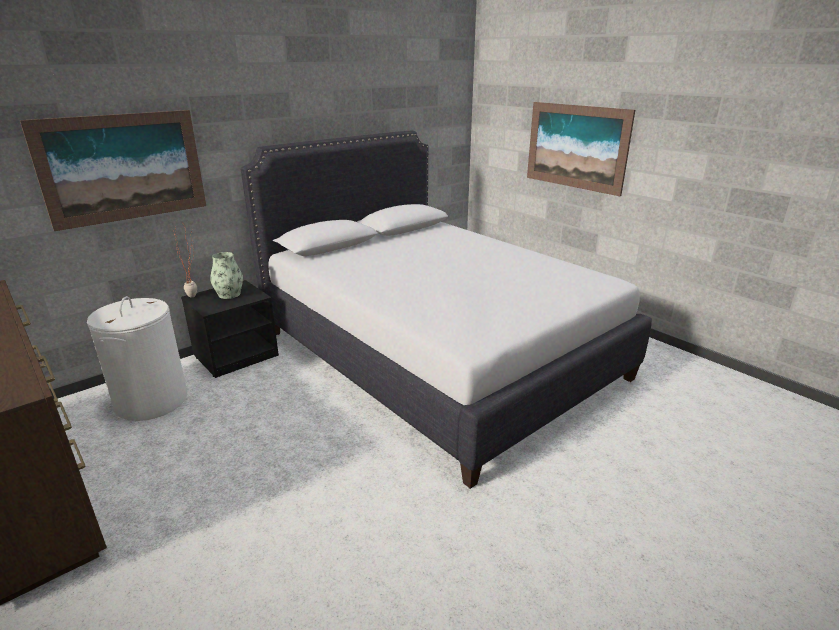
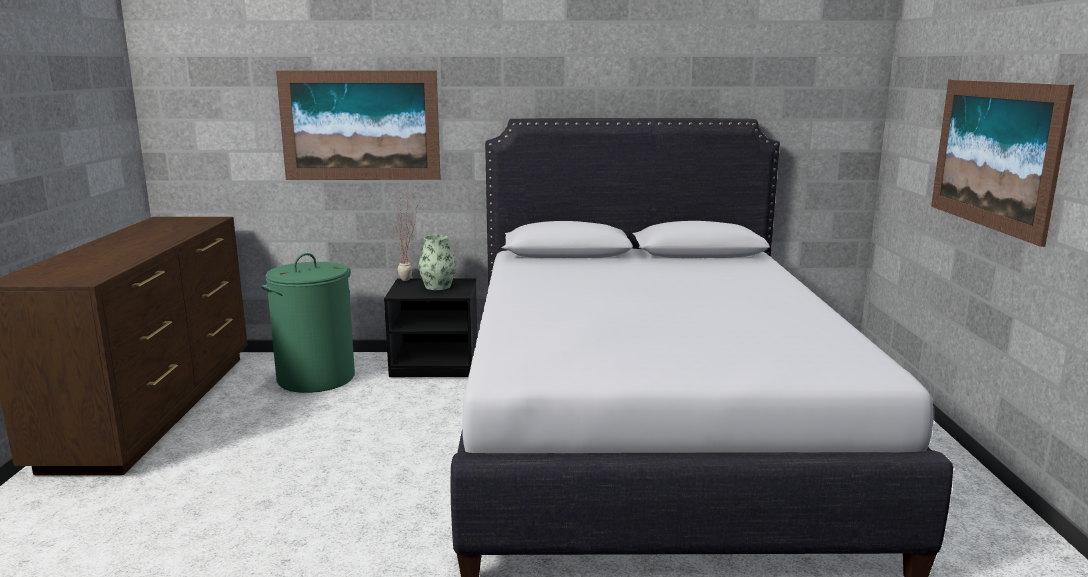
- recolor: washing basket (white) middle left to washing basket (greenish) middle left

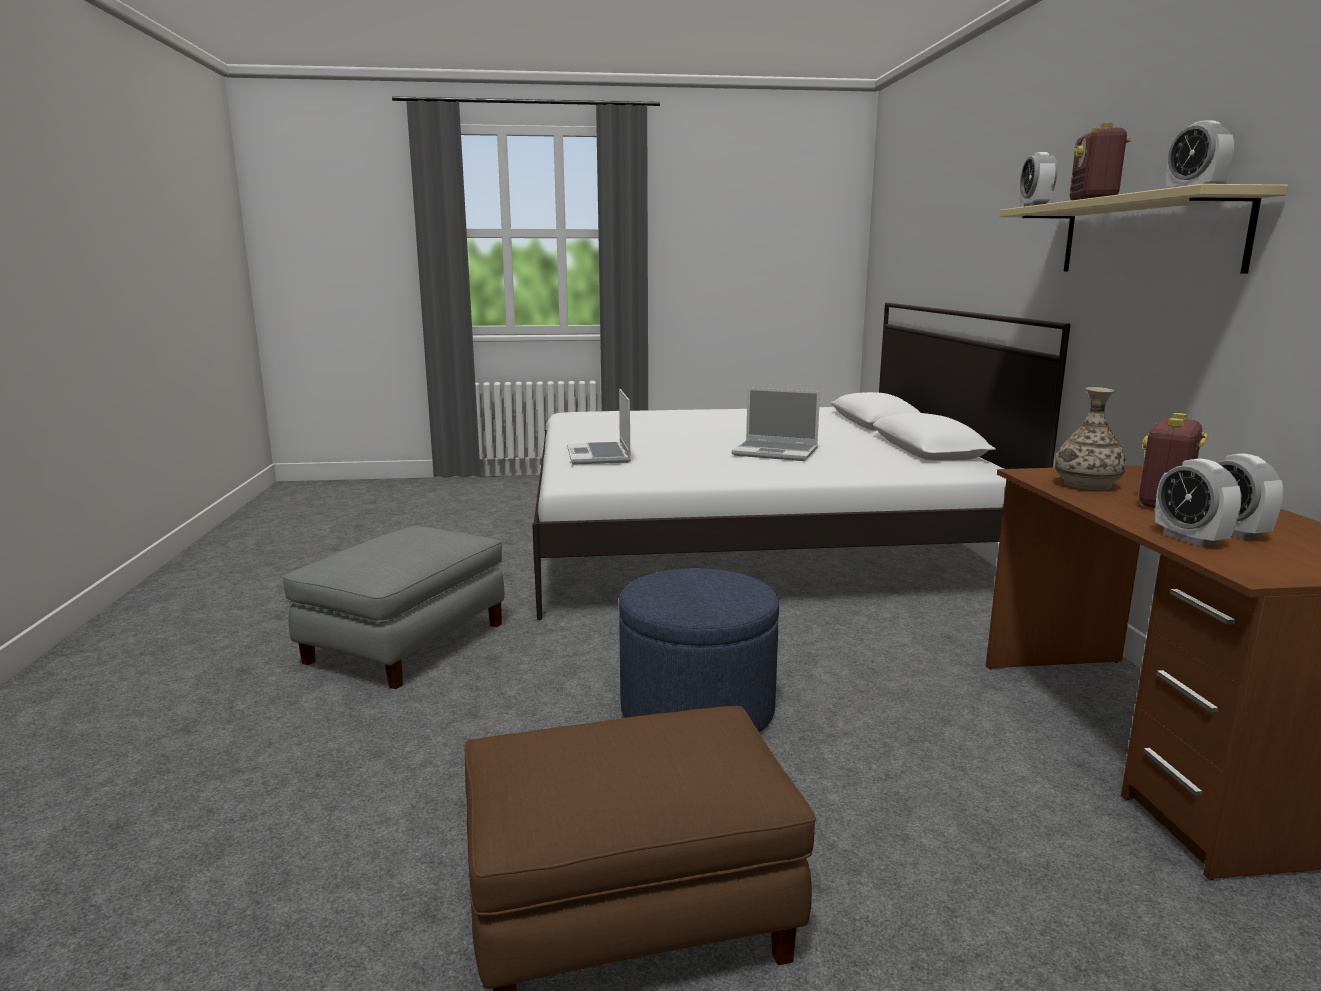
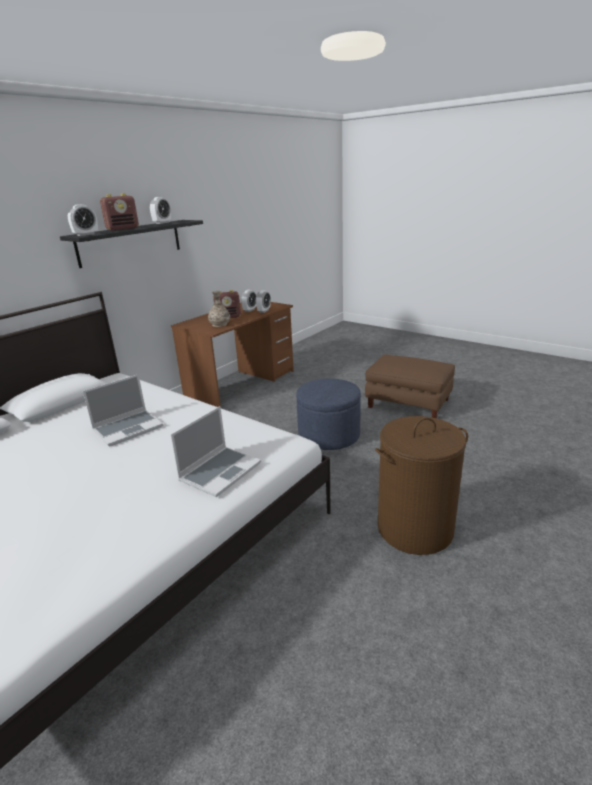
- recolor: shelf (beige) top right to shelf (black) top left
- rotate: laptop (2nd from left in the first image) centre = middle left 75 degrees clockwise
- replace: ottoman (greyish) middle left to washing basket (brownish) middle right

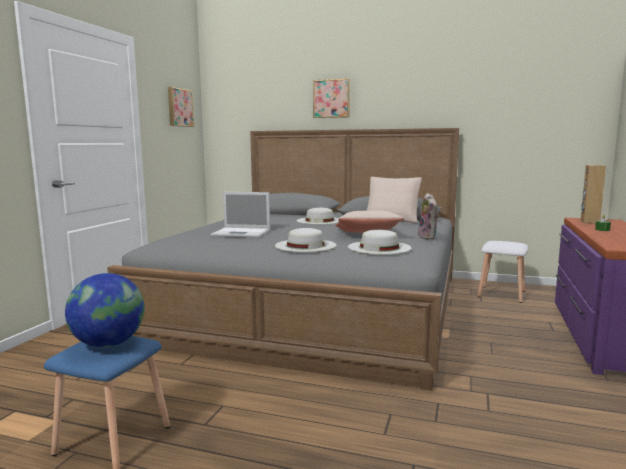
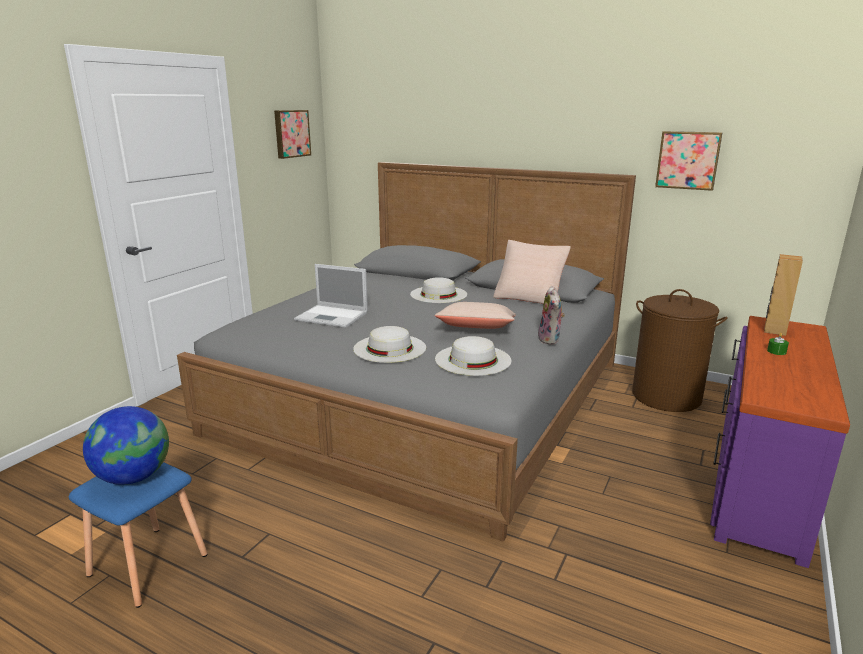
- replace: stool (white) middle right to washing basket (brownish) middle right
- move: picture (2nd from left) top centre to top right

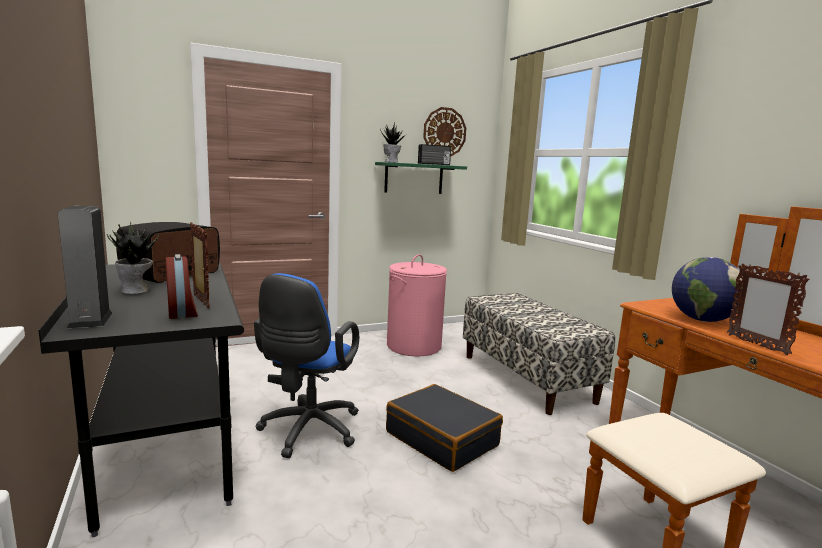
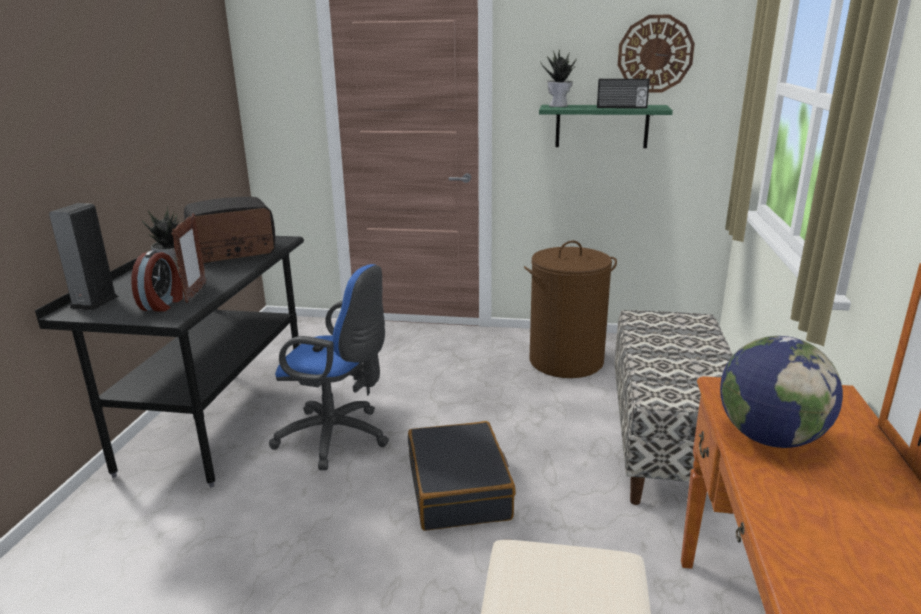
- rotate: office chair (blue-coloured) centre = centre 120 degrees counterclockwise
- recolor: washing basket (pink) centre to washing basket (brownish) centre
- delete: photo frame (2nd from left) middle right

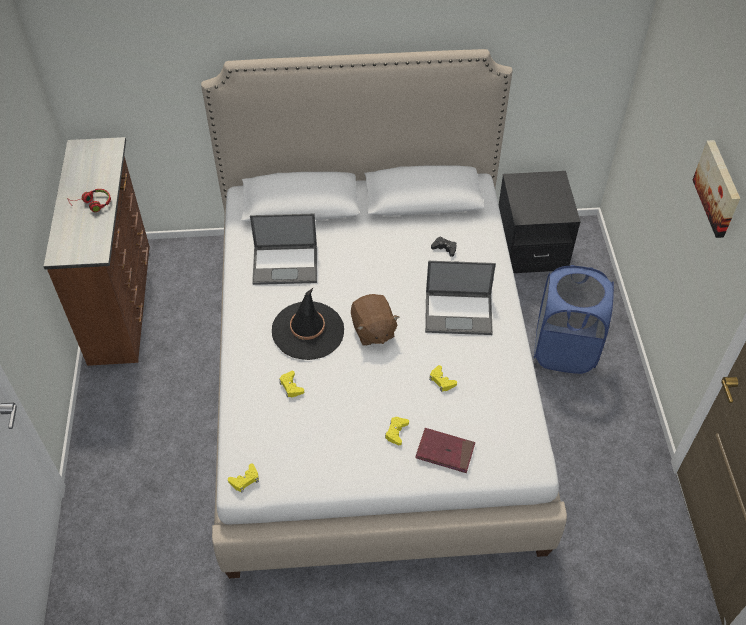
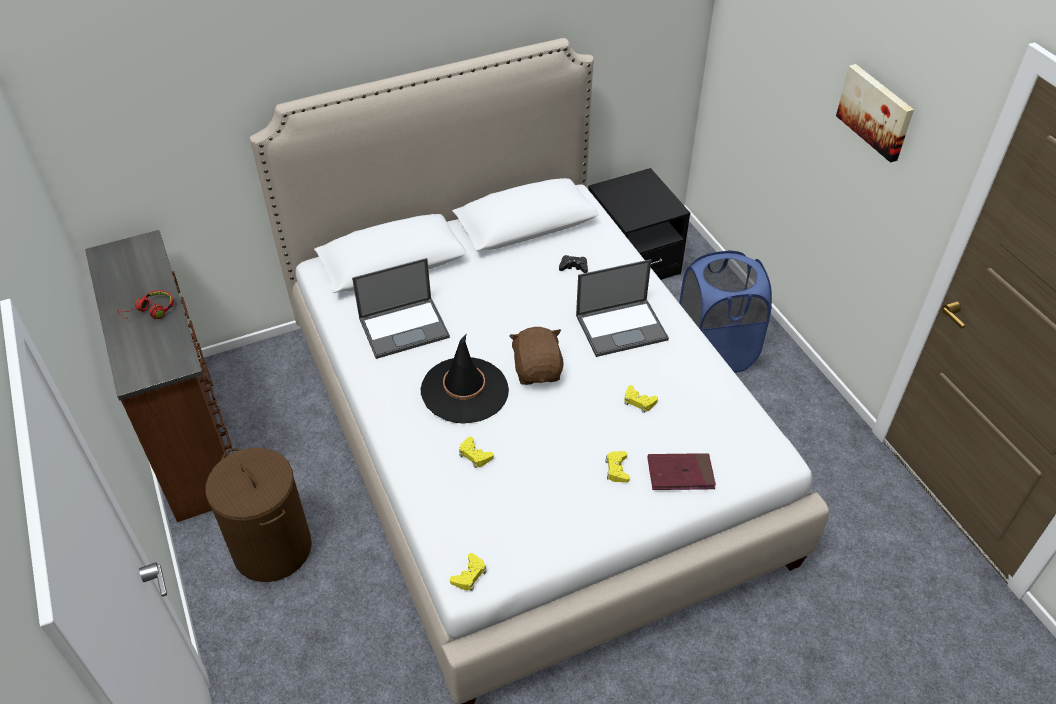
- insert: washing basket (brownish) bottom left
- rotate: cuddly toy (brownish) centre = centre 150 degrees counterclockwise

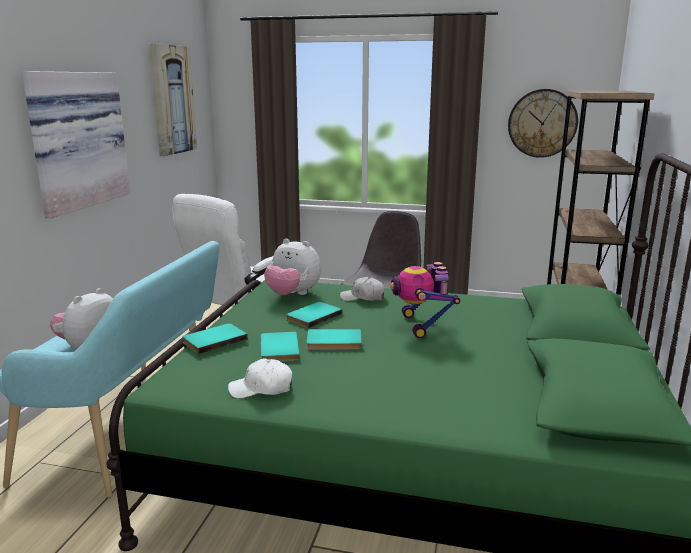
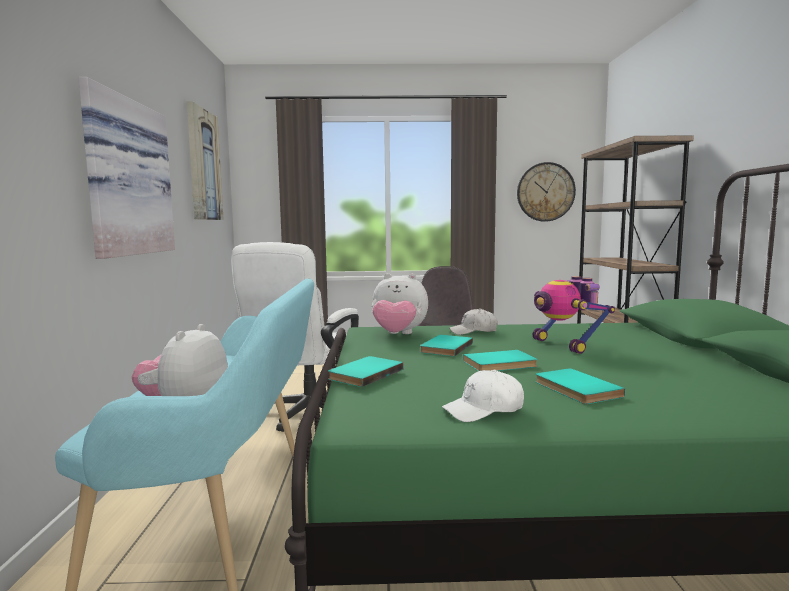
- move: book (turquoise) (2nd from left in the first image) centre to book (turquoise) (4th from left) middle right

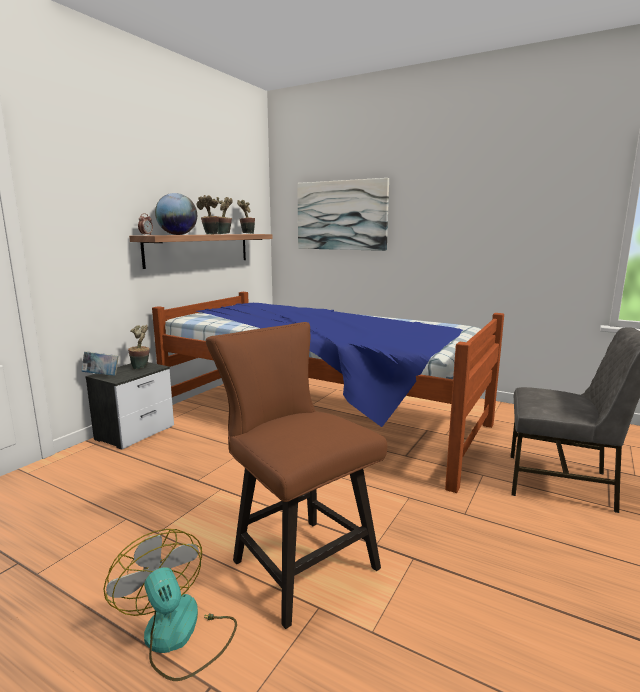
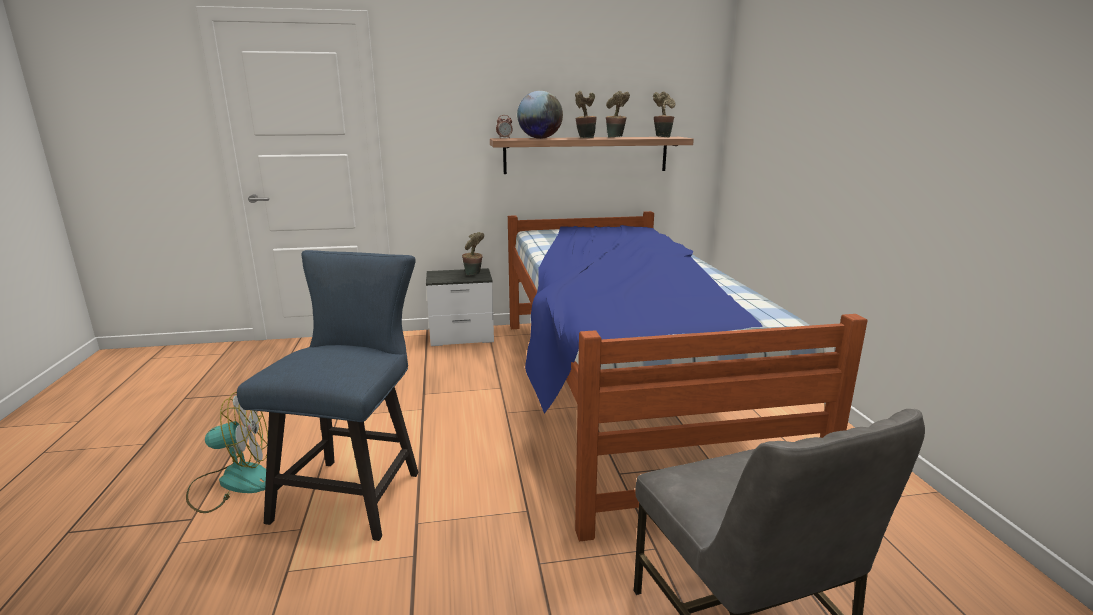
- rotate: fan bottom left = bottom left 60 degrees clockwise
- recolor: plain chair (brownish) bottom centre to plain chair (blue-coloured) middle left
- delete: book middle left
- delete: picture top centre

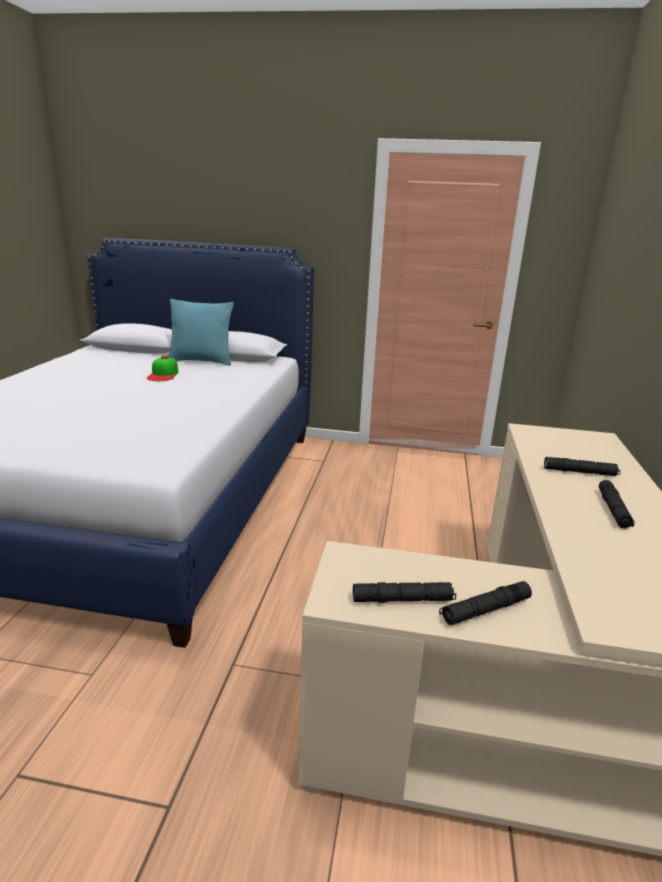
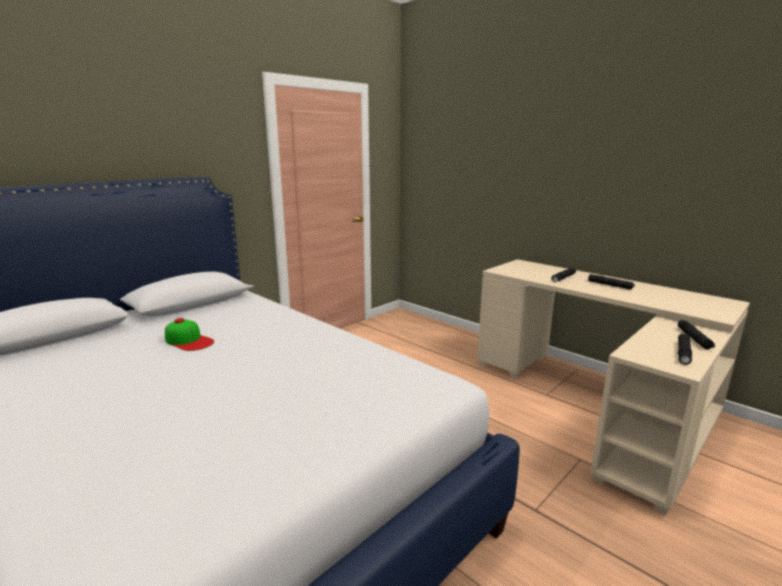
- delete: throw pillow (turquoise) middle left

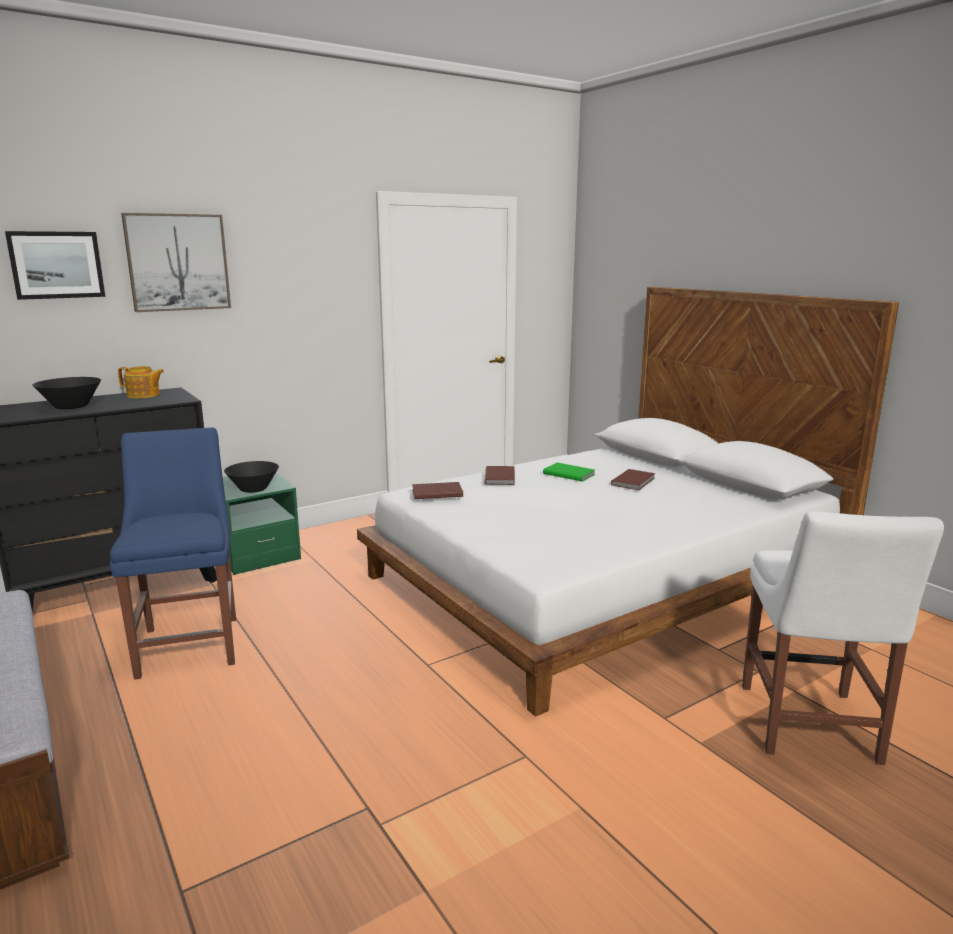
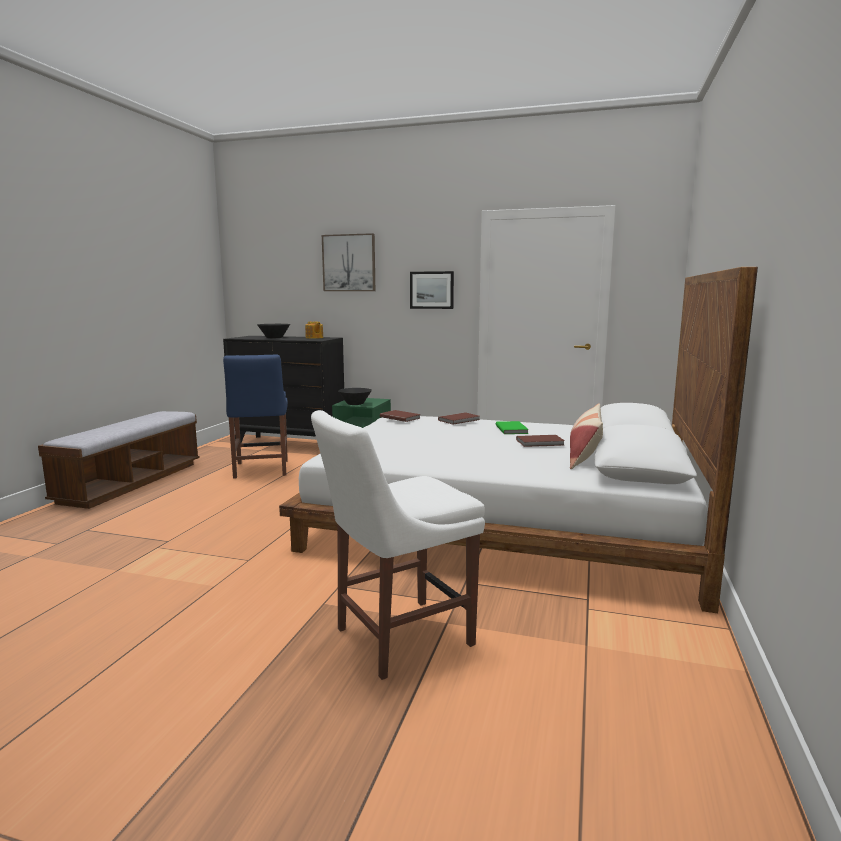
- rotate: plain chair (blue-coloured) middle left = middle left 135 degrees clockwise
- move: picture (1st from left in the first image) top left to picture (2nd from left) centre
- insert: throw pillow middle right

